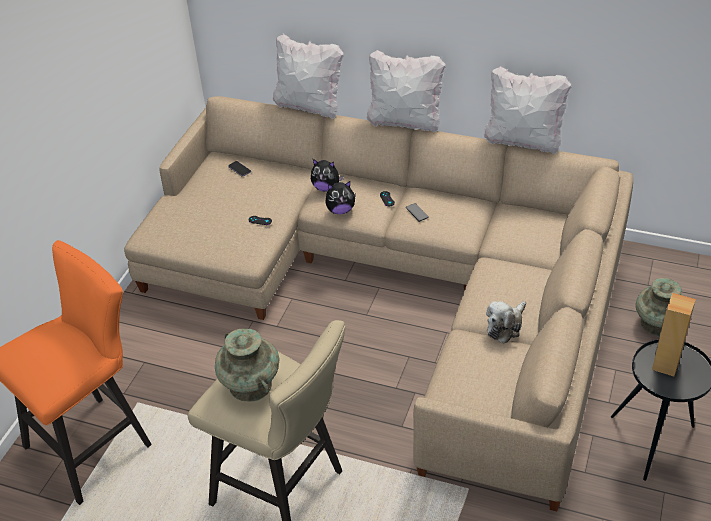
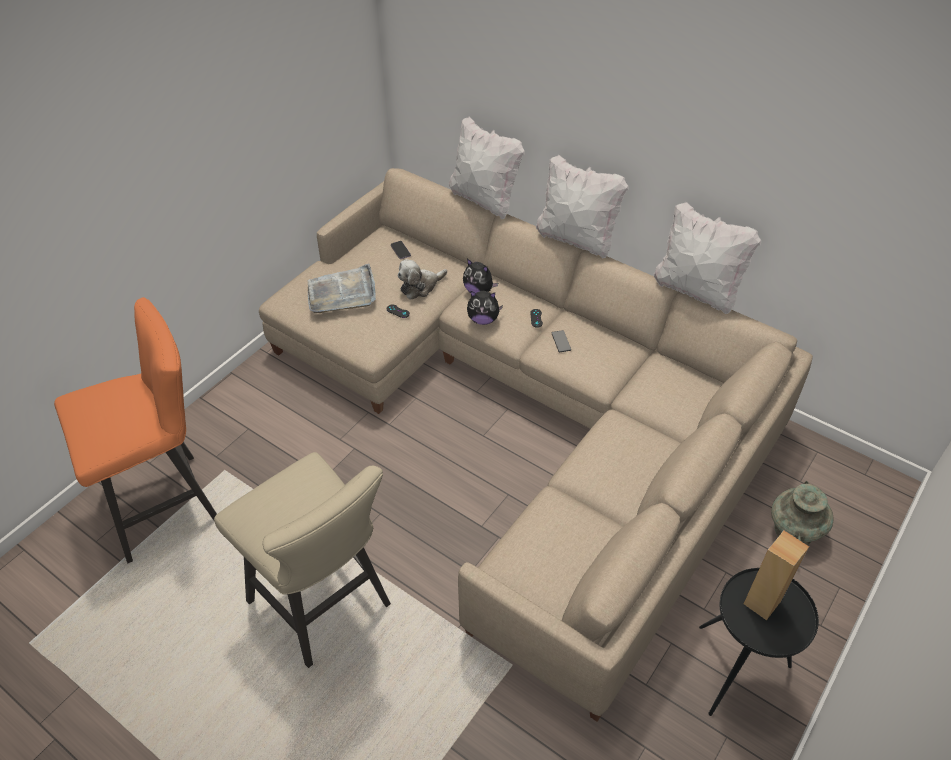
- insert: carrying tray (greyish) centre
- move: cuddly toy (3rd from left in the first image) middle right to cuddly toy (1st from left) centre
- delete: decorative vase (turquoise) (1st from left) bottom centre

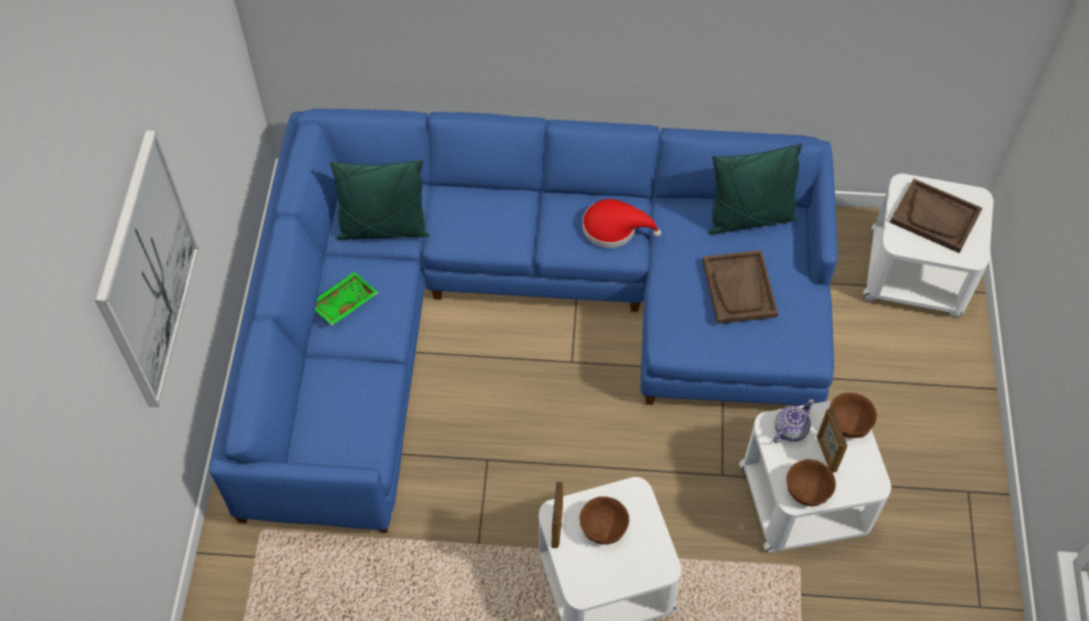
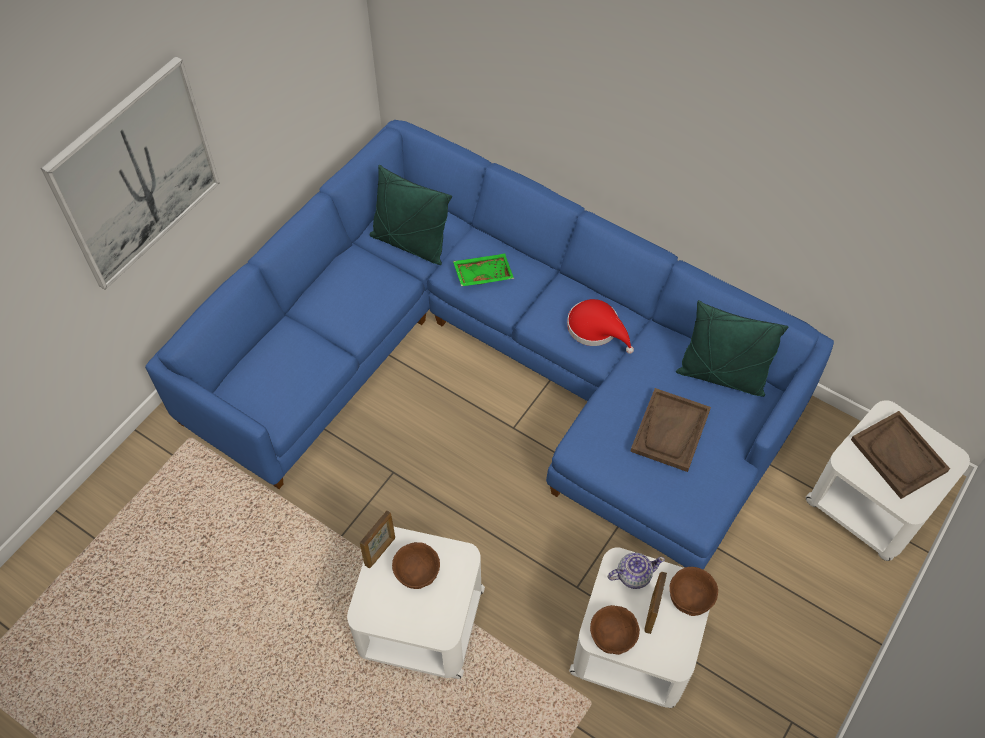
- move: carrying tray (greenish) middle left to centre

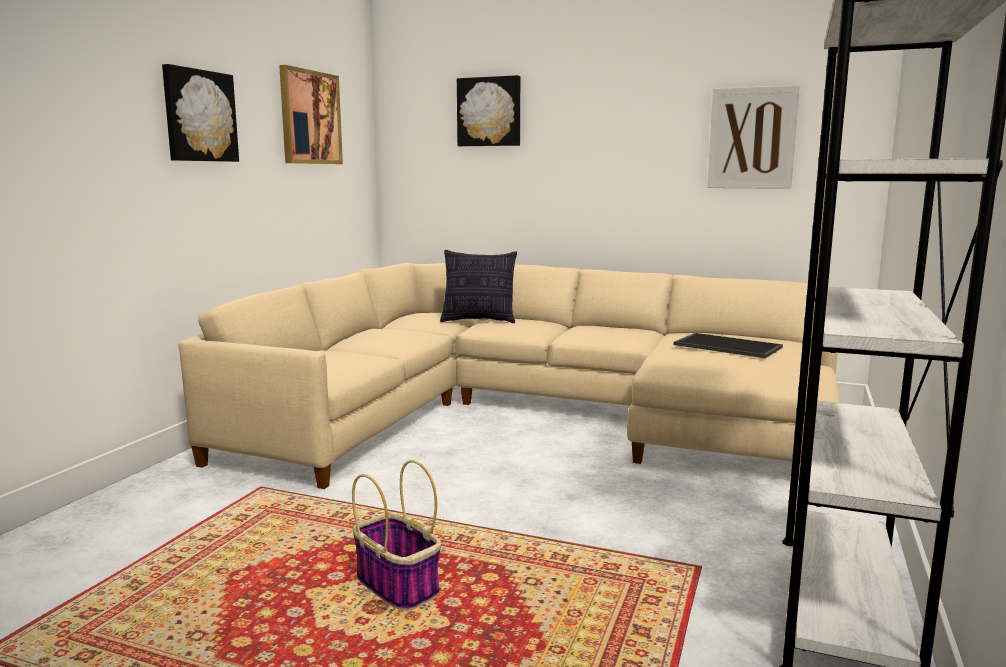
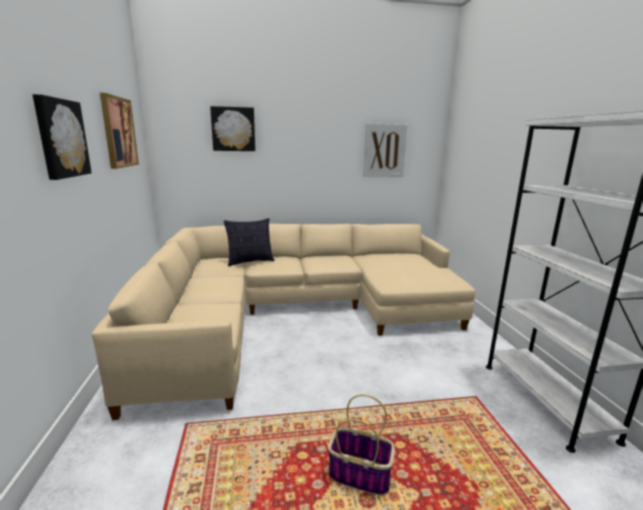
- delete: carrying tray middle right

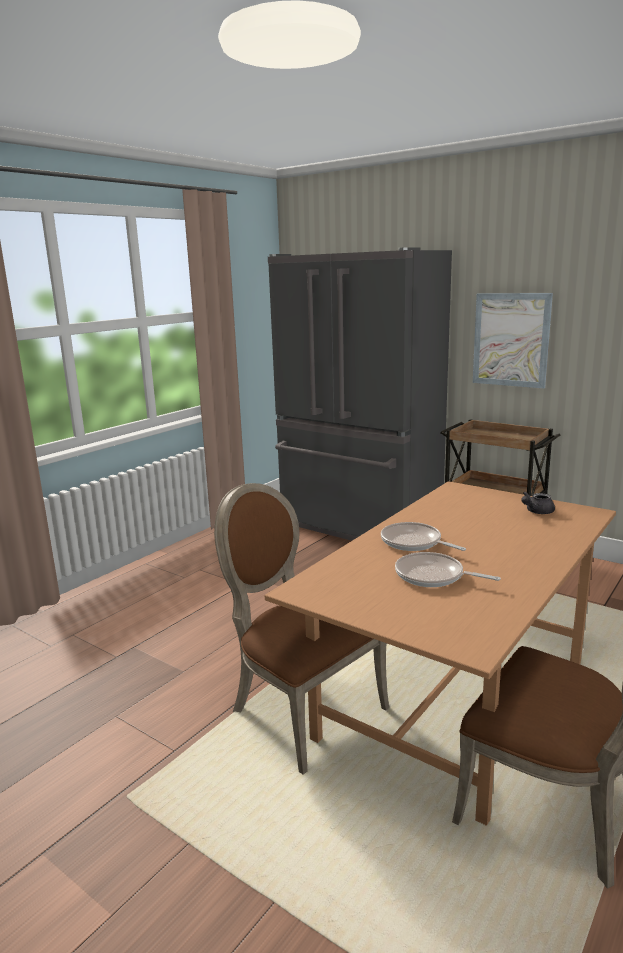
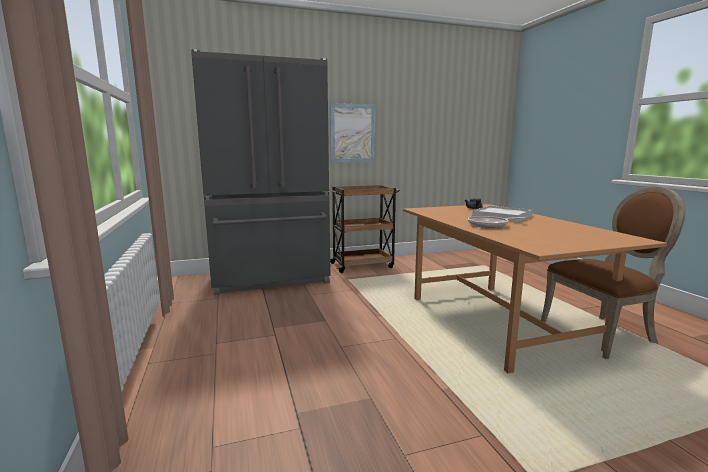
- insert: carrying tray (white) middle right
- delete: plain chair (brownish) (1st from left) centre
- delete: pan (2nd from left) middle right

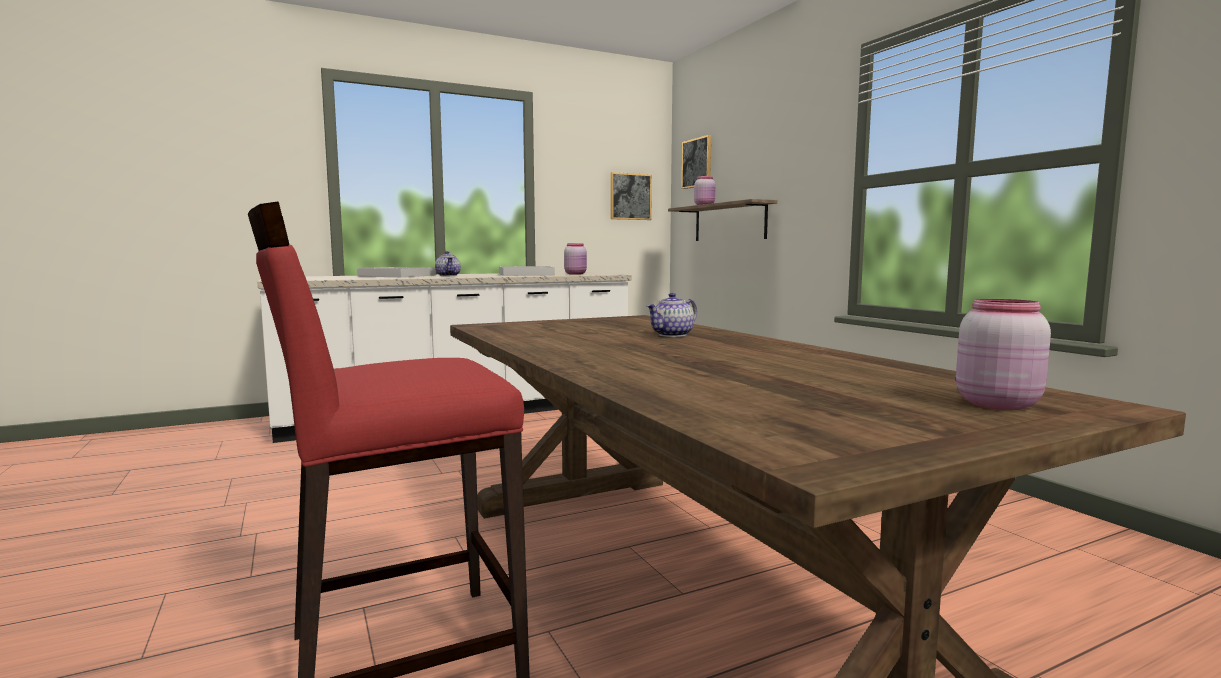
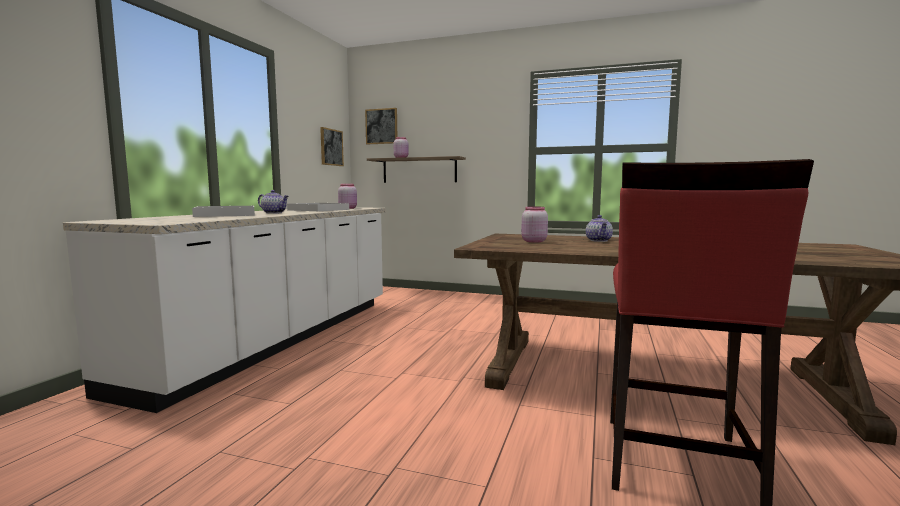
- move: jar (pink) (3rd from left) middle right to centre

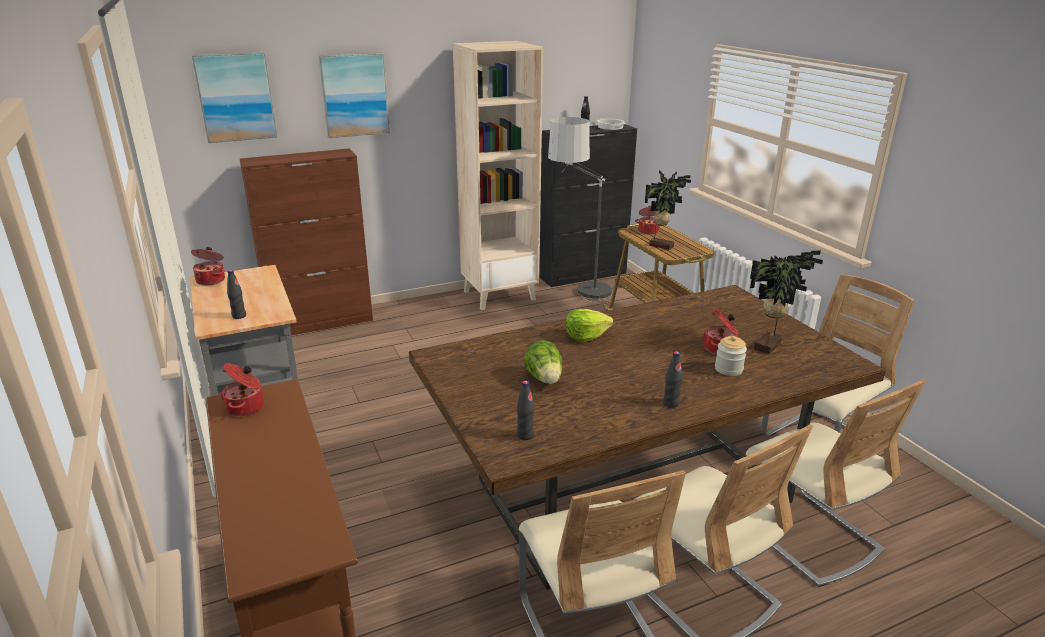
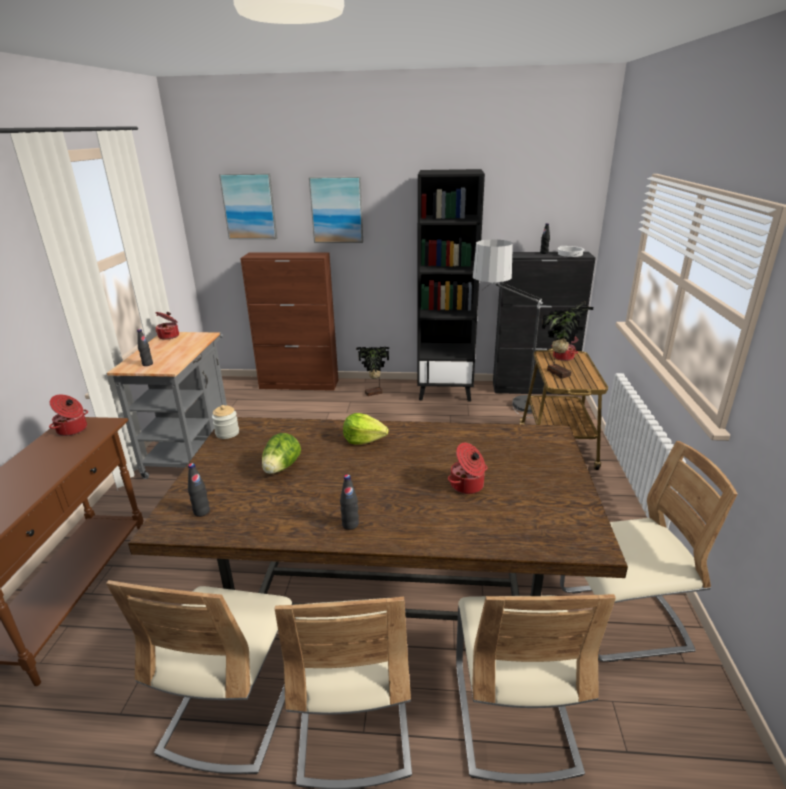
- move: jar middle right to middle left
- move: plant in a pot (2nd from left in the first image) middle right to plant in a pot (1st from left) centre
- recolor: bookcase (beige) top centre to bookcase (black) centre

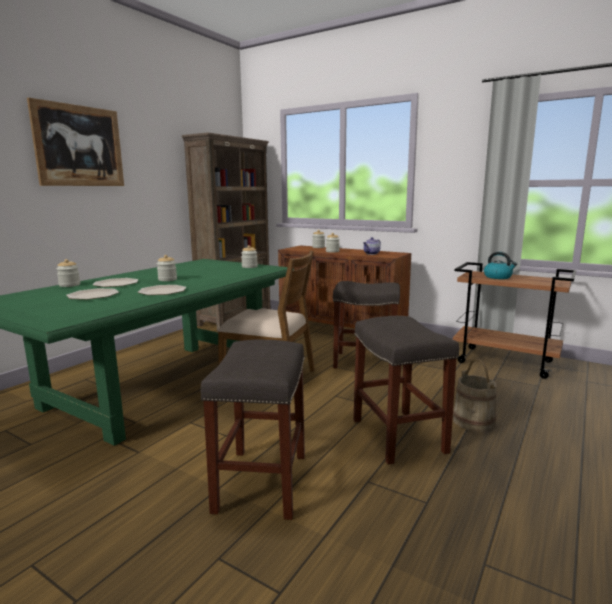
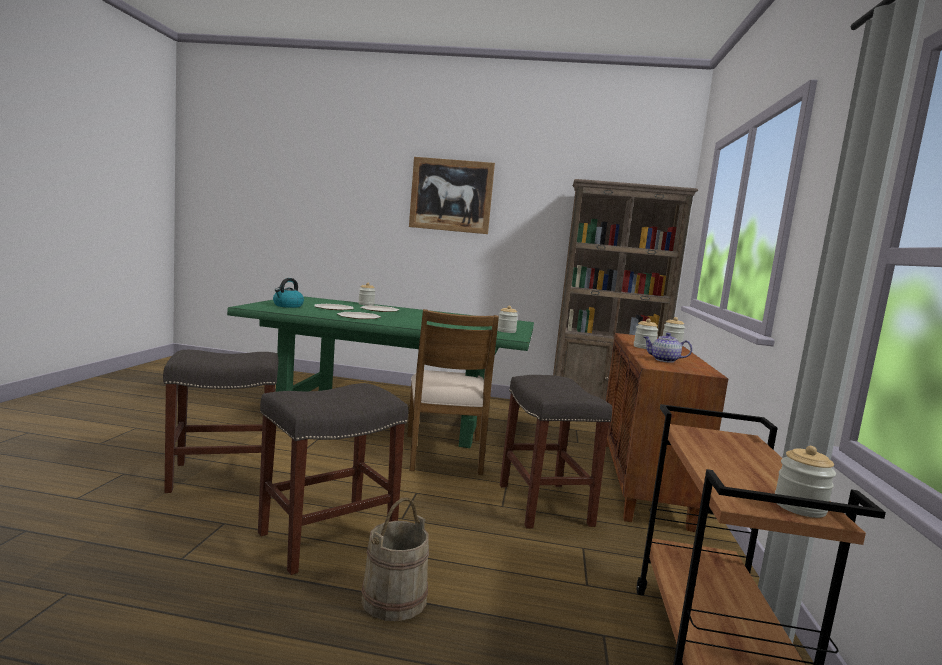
- move: water kettle middle right to middle left
- move: jar (2nd from left in the first image) middle left to jar (5th from left) bottom right

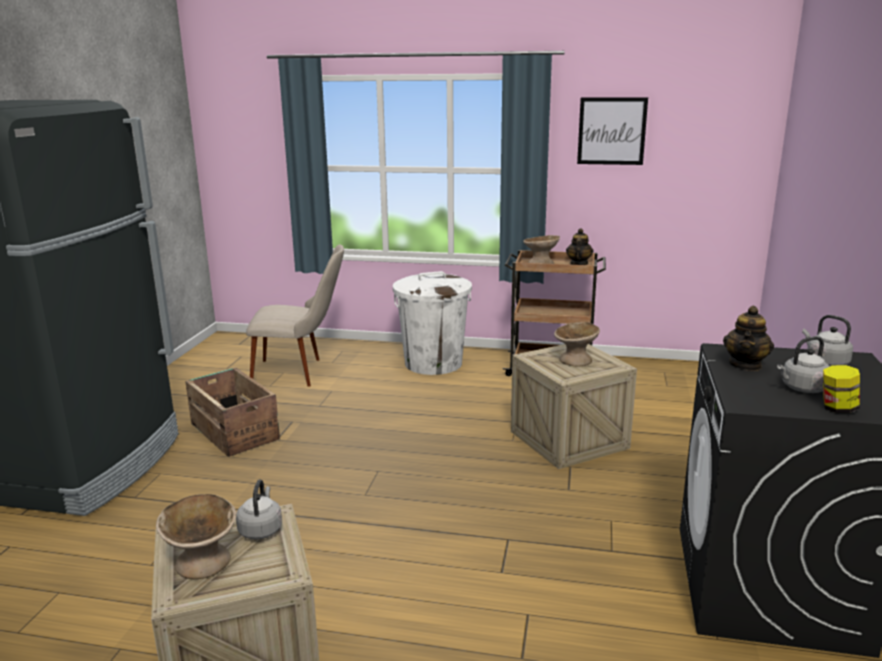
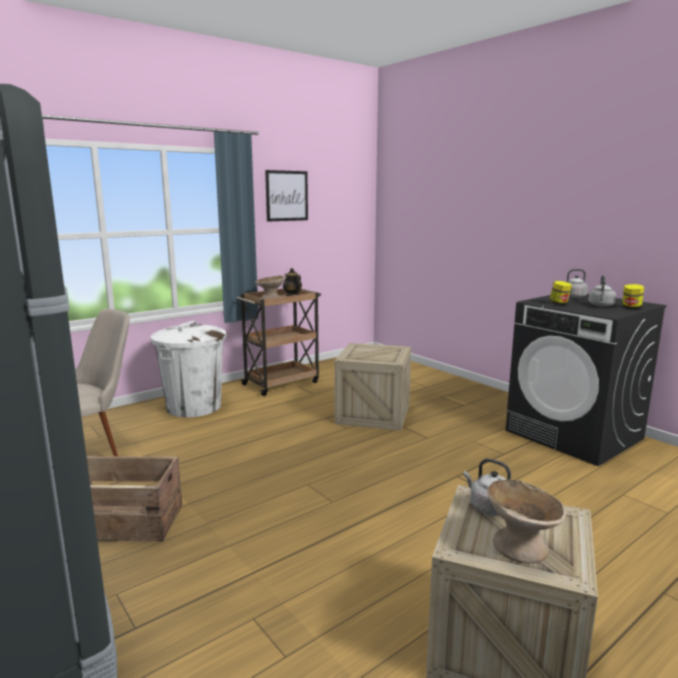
- replace: pot for tea (2nd from left) middle right to jar (1st from left) middle right
- delete: bowl (beige) (3rd from left) centre

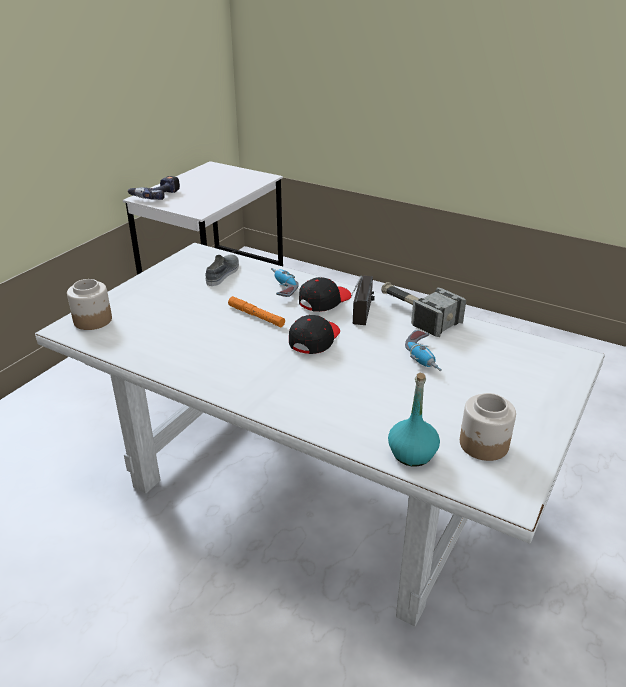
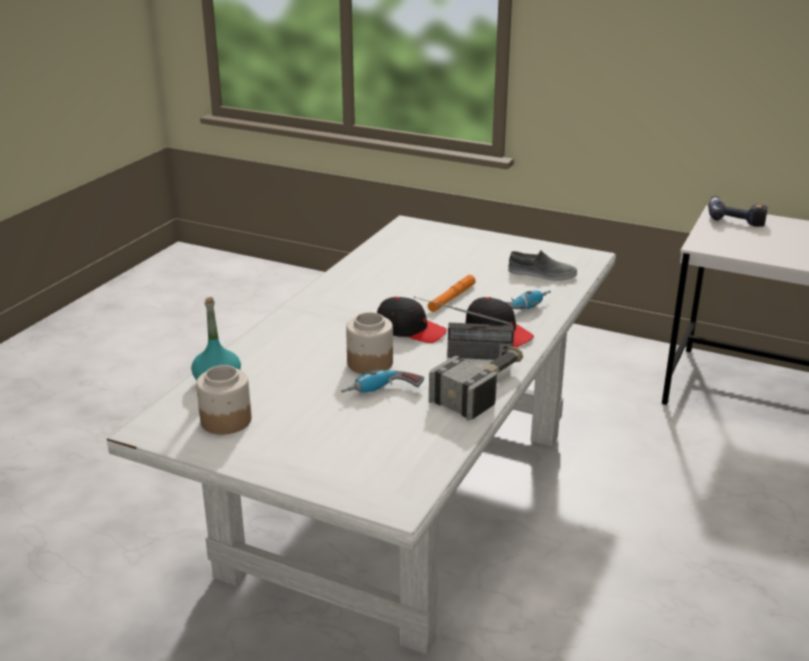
- move: jar (1st from left in the first image) middle left to jar (2nd from left) centre

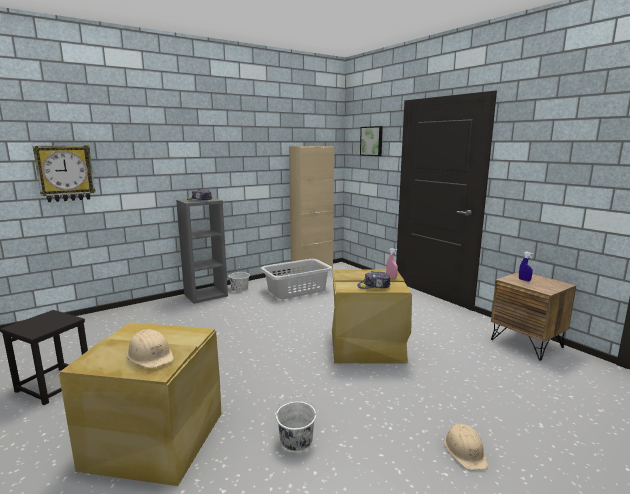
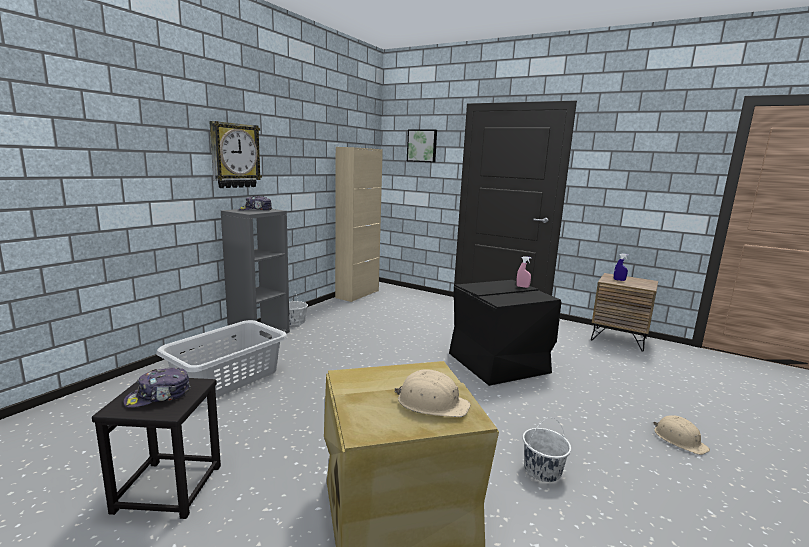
- move: cap (2nd from left in the first image) centre to cap (1st from left) bottom left
- move: washing basket (greyish) centre to middle left
- move: clock on the wall middle left to top left
- recolor: storage box (beige) (2nd from left) centre to storage box (black) centre

